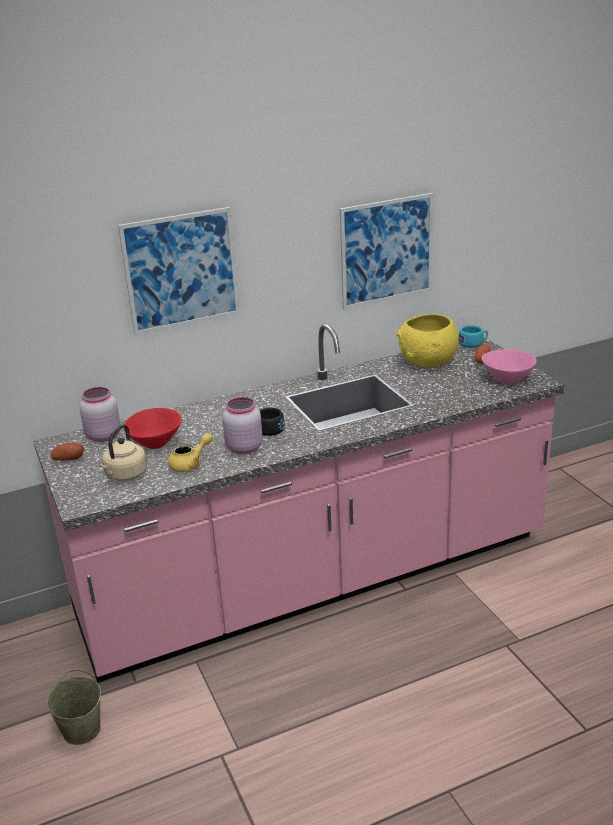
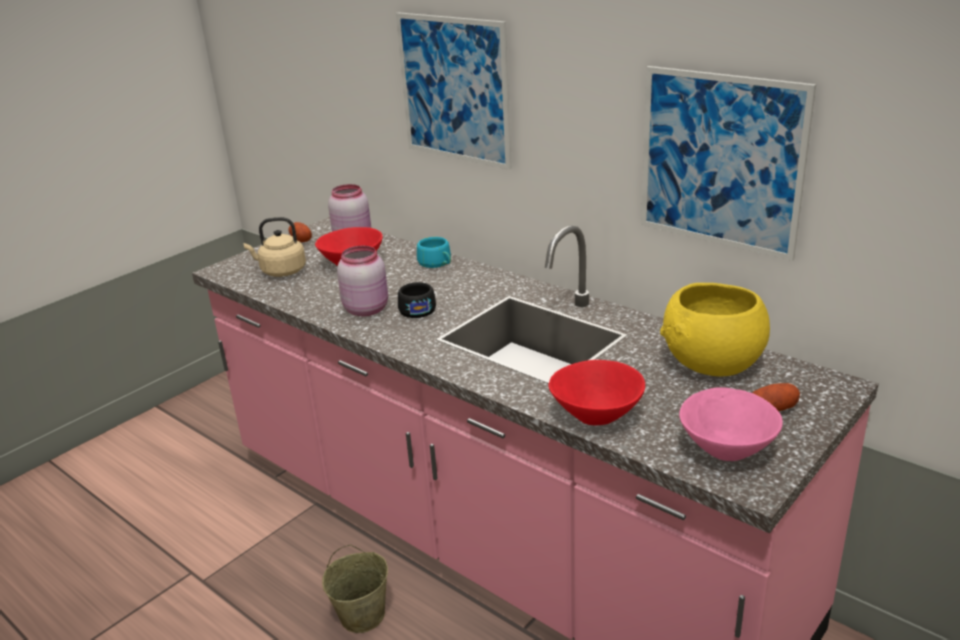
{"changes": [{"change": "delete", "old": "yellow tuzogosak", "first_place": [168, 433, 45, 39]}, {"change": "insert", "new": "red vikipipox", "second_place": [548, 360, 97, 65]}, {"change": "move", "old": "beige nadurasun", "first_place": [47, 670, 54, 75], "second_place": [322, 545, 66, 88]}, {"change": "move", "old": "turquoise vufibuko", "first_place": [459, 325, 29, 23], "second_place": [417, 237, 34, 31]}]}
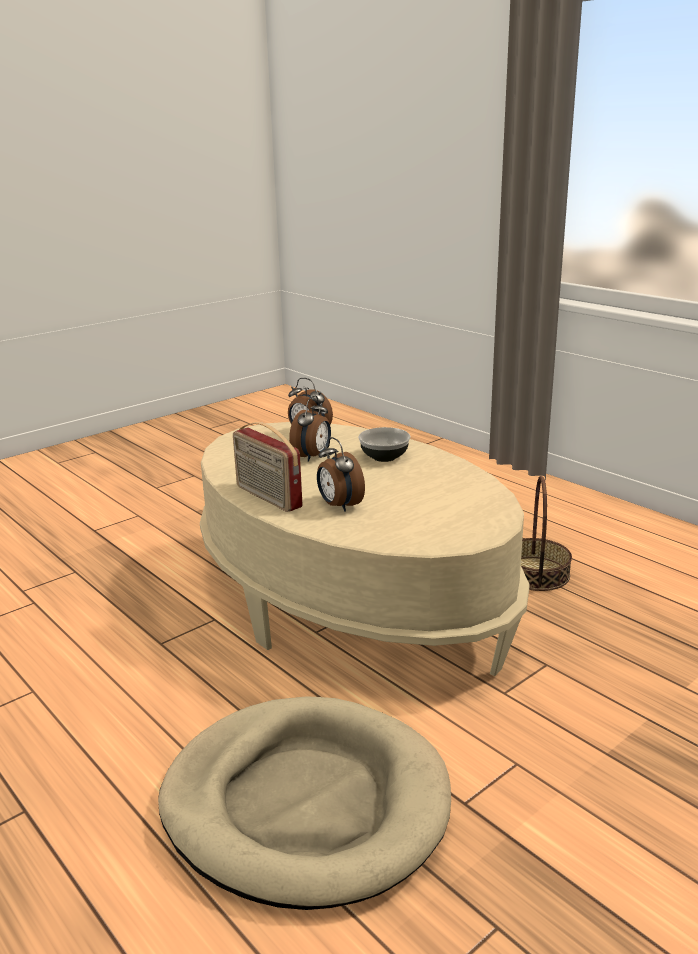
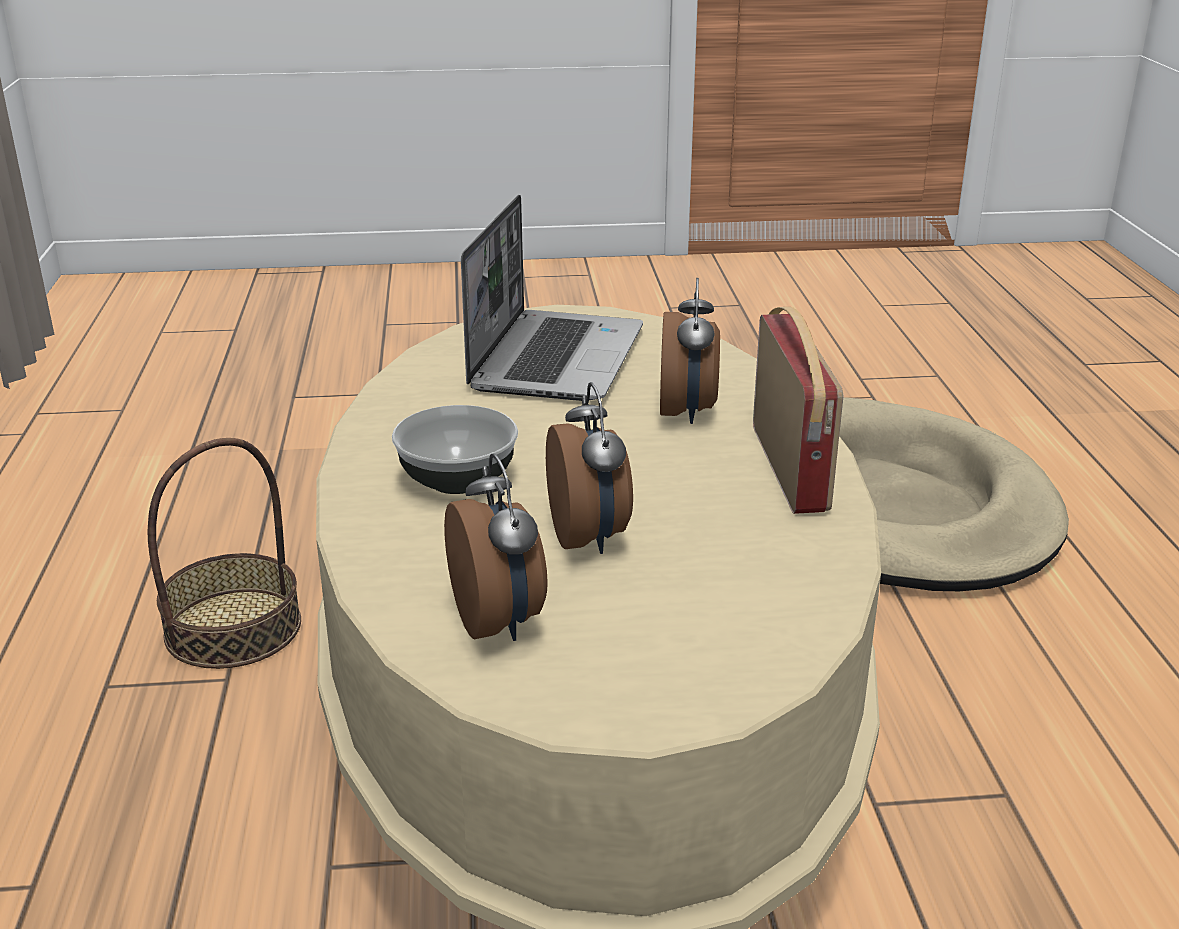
{"changes": [{"change": "insert", "new": "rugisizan", "second_place": [461, 195, 182, 206]}, {"change": "rotate", "old": "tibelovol", "first_place": [289, 395, 42, 67], "second_place": [546, 382, 87, 172], "degrees": 105}]}
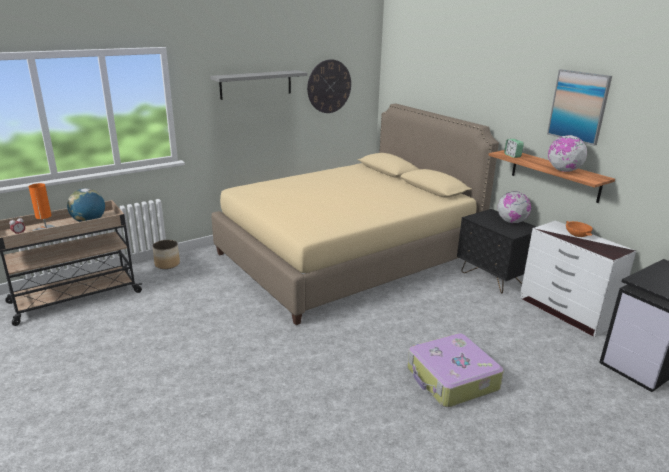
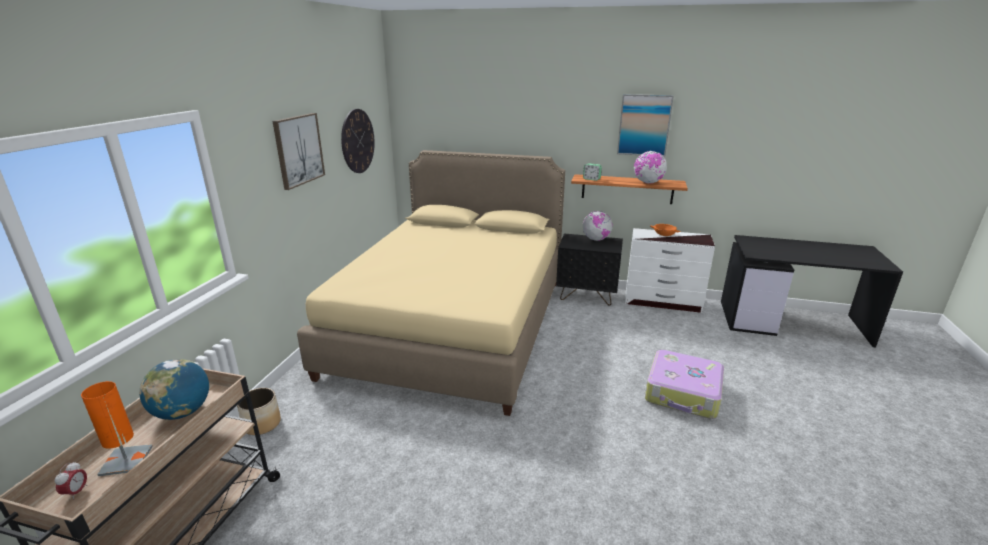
{"changes": [{"change": "replace", "old": "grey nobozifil", "new": "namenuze", "first_place": [210, 70, 97, 30], "second_place": [273, 113, 52, 77]}]}
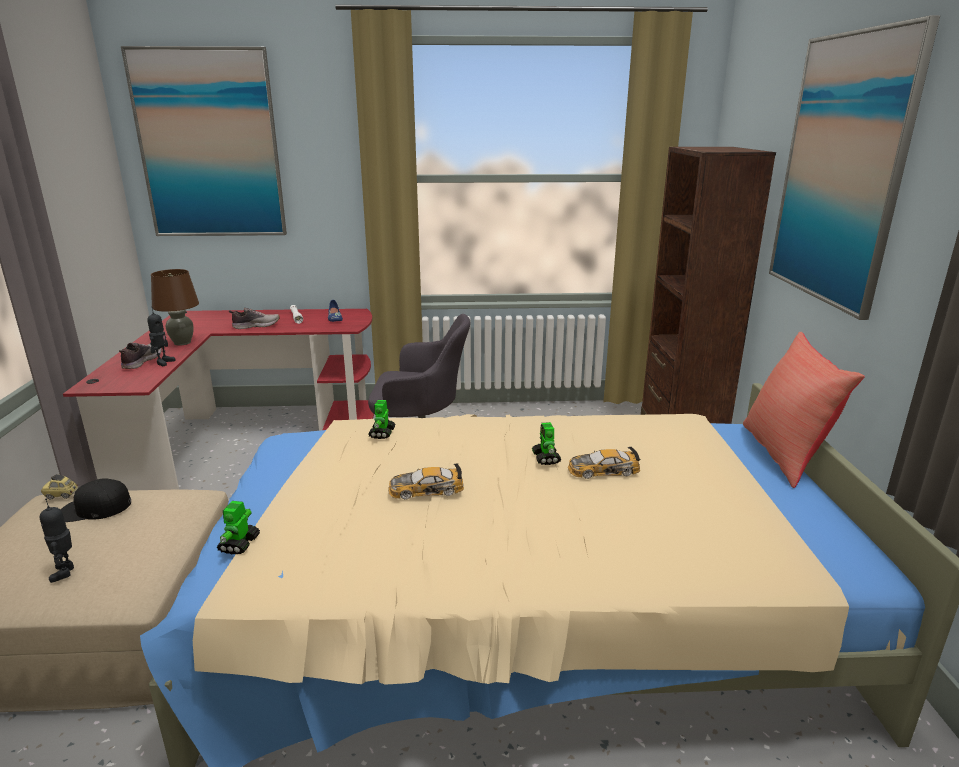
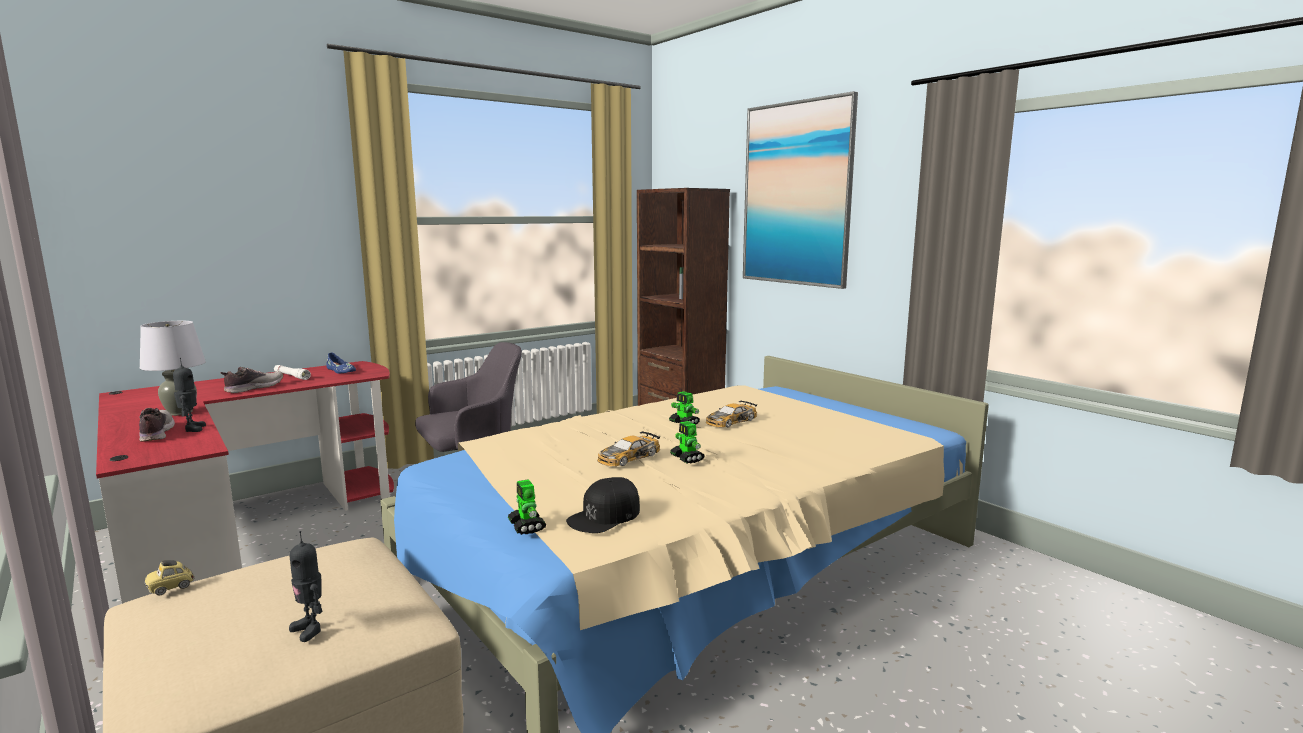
{"changes": [{"change": "delete", "old": "namenuze", "first_place": [121, 46, 166, 190]}, {"change": "delete", "old": "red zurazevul", "first_place": [743, 332, 122, 156]}, {"change": "move", "old": "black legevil", "first_place": [60, 479, 71, 43], "second_place": [566, 477, 74, 56]}, {"change": "move", "old": "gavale", "first_place": [368, 400, 27, 39], "second_place": [670, 421, 35, 42]}, {"change": "recolor", "old": "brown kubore", "new": "grey kubore", "first_place": [151, 269, 48, 77], "second_place": [140, 321, 66, 95]}]}
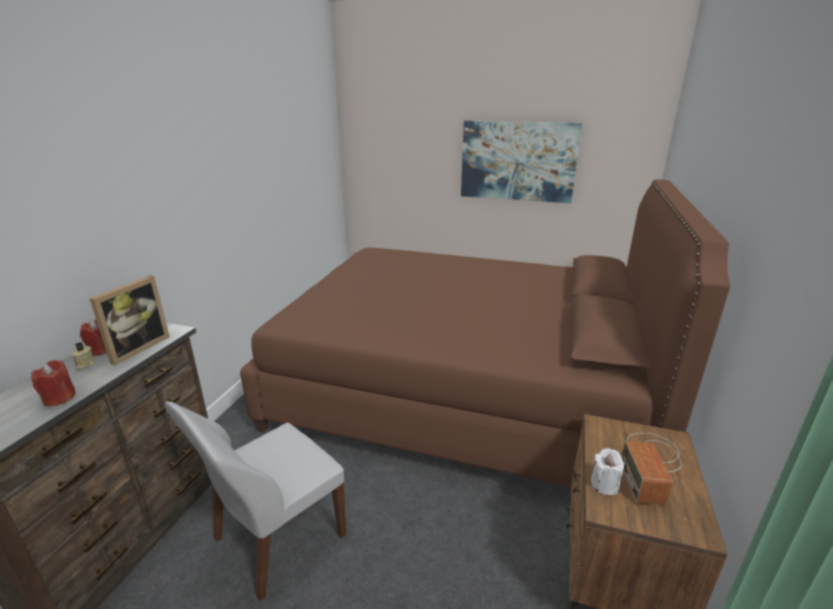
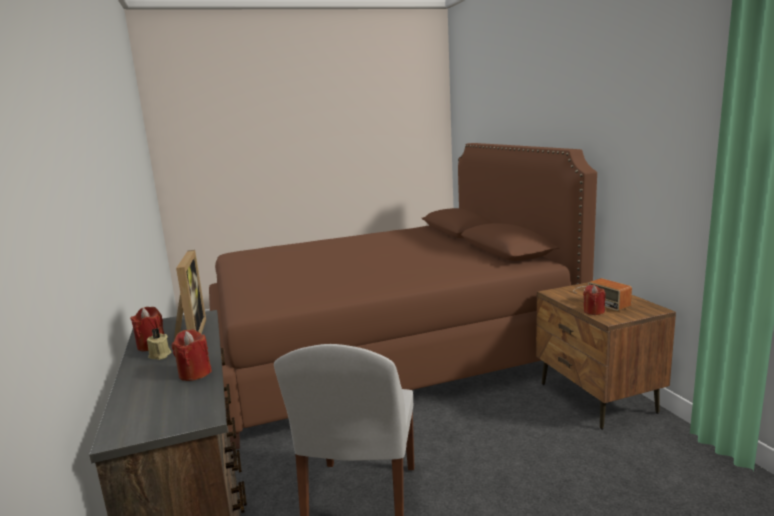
{"changes": [{"change": "delete", "old": "namenuze", "first_place": [461, 121, 121, 82]}, {"change": "recolor", "old": "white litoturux", "new": "red litoturux", "first_place": [591, 448, 33, 47], "second_place": [583, 285, 23, 30]}]}
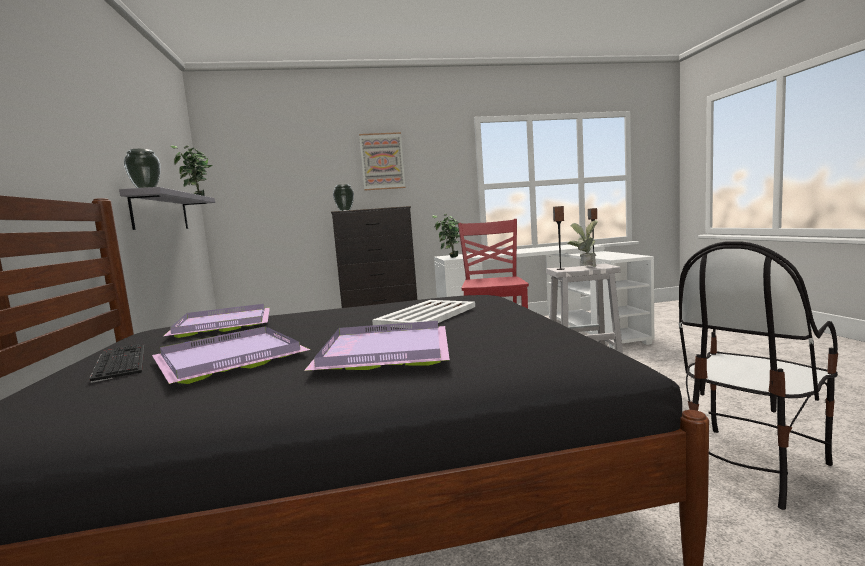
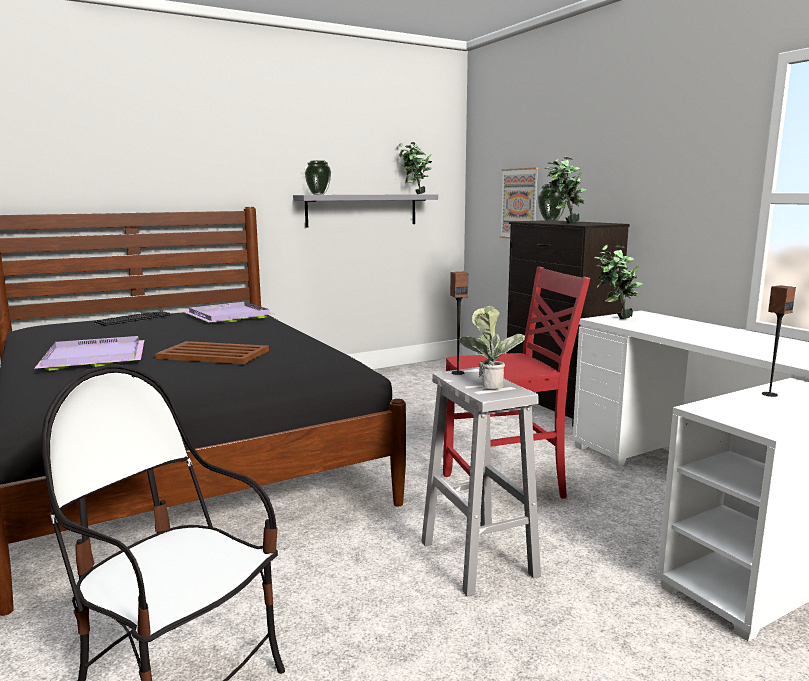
{"changes": [{"change": "delete", "old": "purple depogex", "first_place": [152, 326, 158, 58]}, {"change": "insert", "new": "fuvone", "second_place": [544, 157, 42, 67]}, {"change": "move", "old": "namenuze", "first_place": [359, 132, 46, 59], "second_place": [500, 167, 39, 72]}, {"change": "recolor", "old": "white depogex", "new": "brown depogex", "first_place": [372, 300, 103, 29], "second_place": [155, 341, 114, 23]}]}
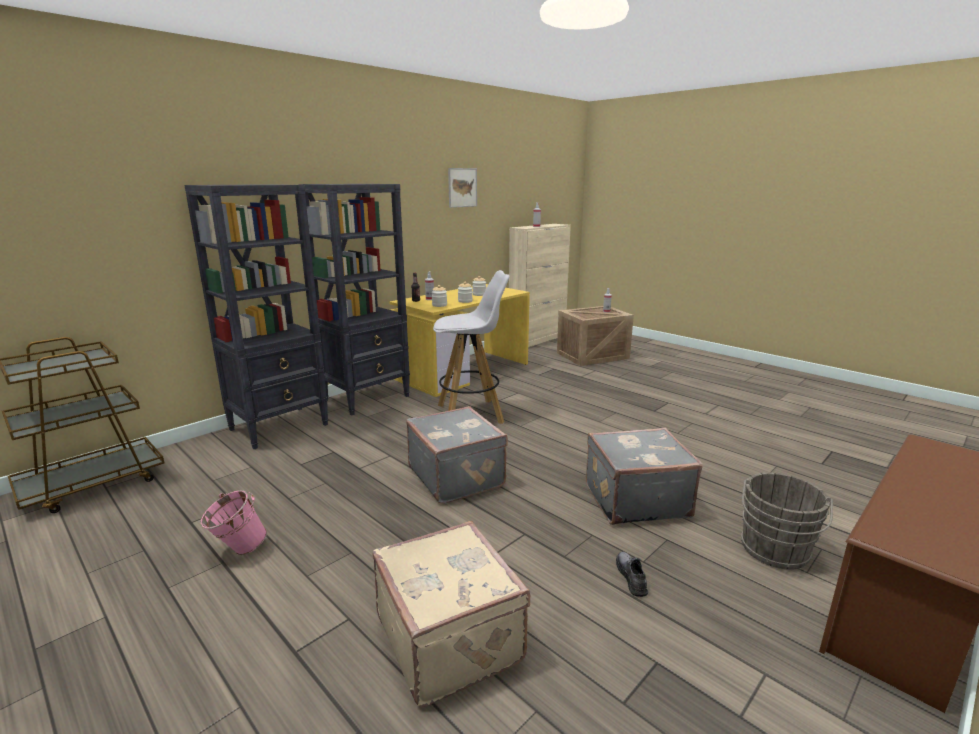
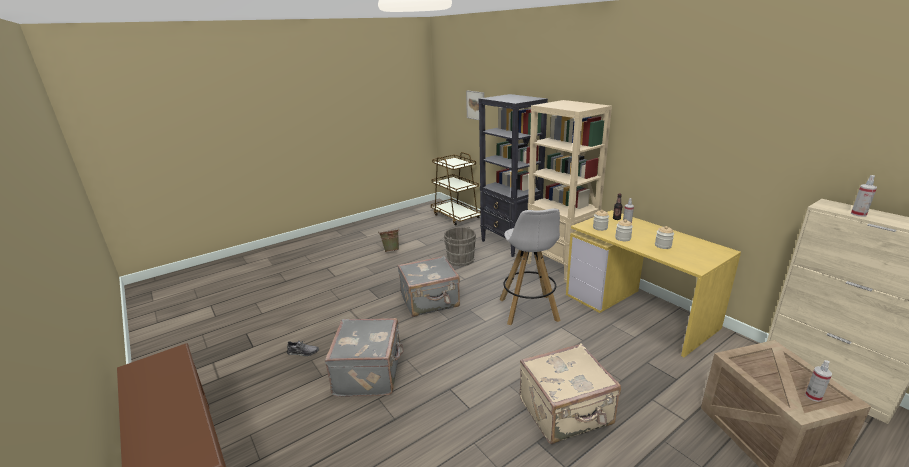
{"changes": [{"change": "move", "old": "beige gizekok", "first_place": [372, 521, 158, 186], "second_place": [520, 343, 101, 101]}, {"change": "move", "old": "namenuze", "first_place": [448, 168, 29, 40], "second_place": [466, 90, 18, 30]}, {"change": "move", "old": "grey nadurasun", "first_place": [741, 473, 92, 96], "second_place": [440, 226, 37, 40]}, {"change": "recolor", "old": "pink nadurasun", "new": "green nadurasun", "first_place": [200, 490, 67, 65], "second_place": [378, 229, 22, 23]}, {"change": "recolor", "old": "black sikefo", "new": "beige sikefo", "first_place": [298, 184, 112, 231], "second_place": [527, 100, 85, 183]}]}
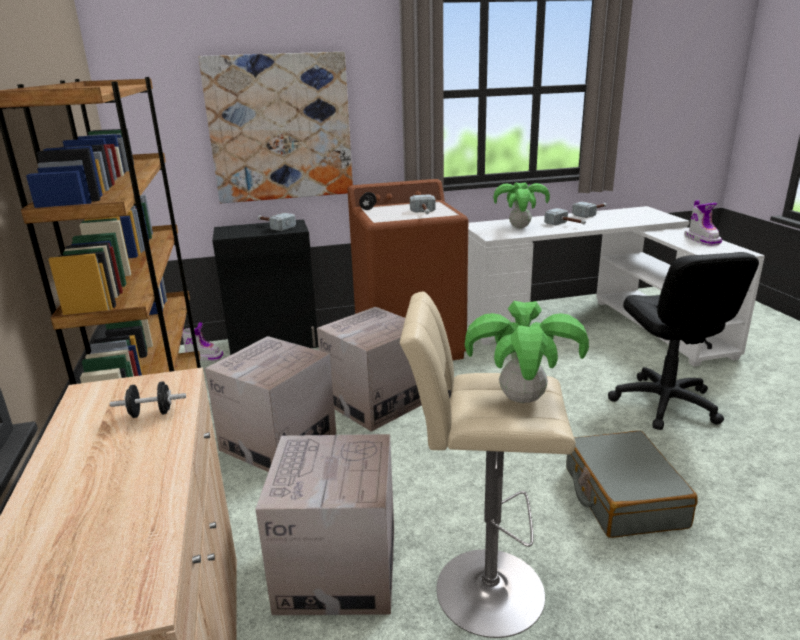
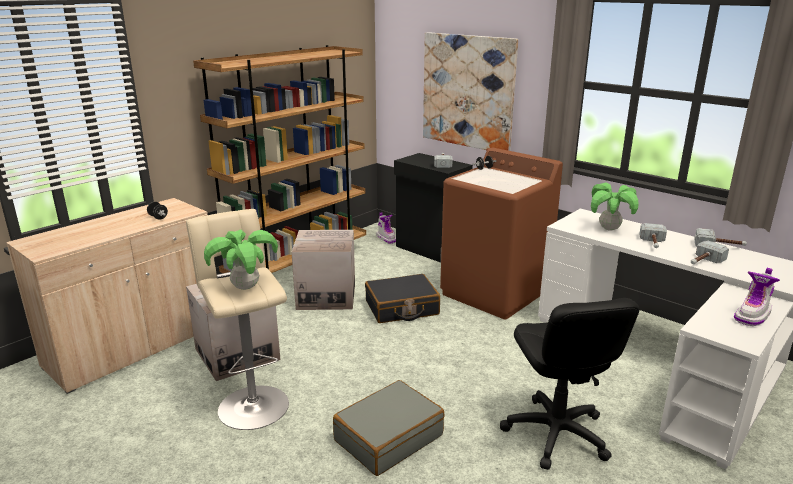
{"changes": [{"change": "move", "old": "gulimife", "first_place": [410, 194, 26, 20], "second_place": [691, 241, 38, 23]}, {"change": "replace", "old": "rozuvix", "new": "black gizekok", "first_place": [317, 307, 105, 125], "second_place": [365, 274, 75, 49]}, {"change": "rotate", "old": "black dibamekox", "first_place": [608, 252, 151, 178], "second_place": [500, 298, 140, 172], "degrees": -60}]}
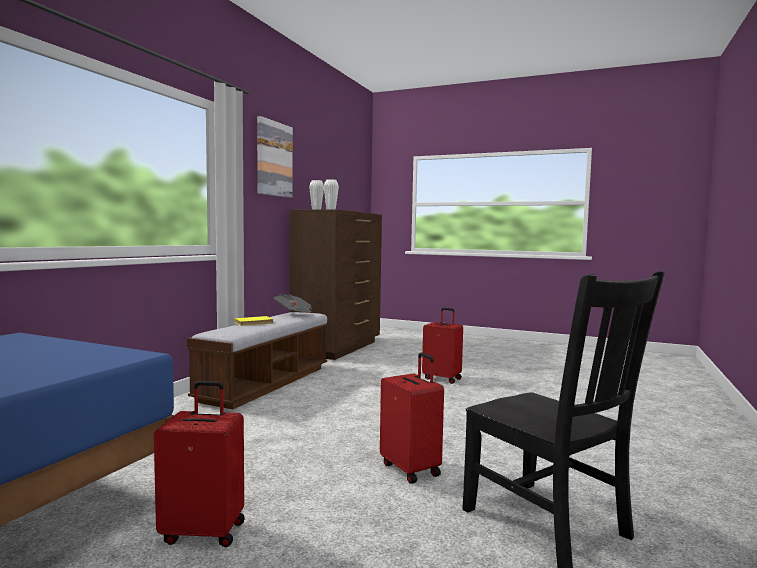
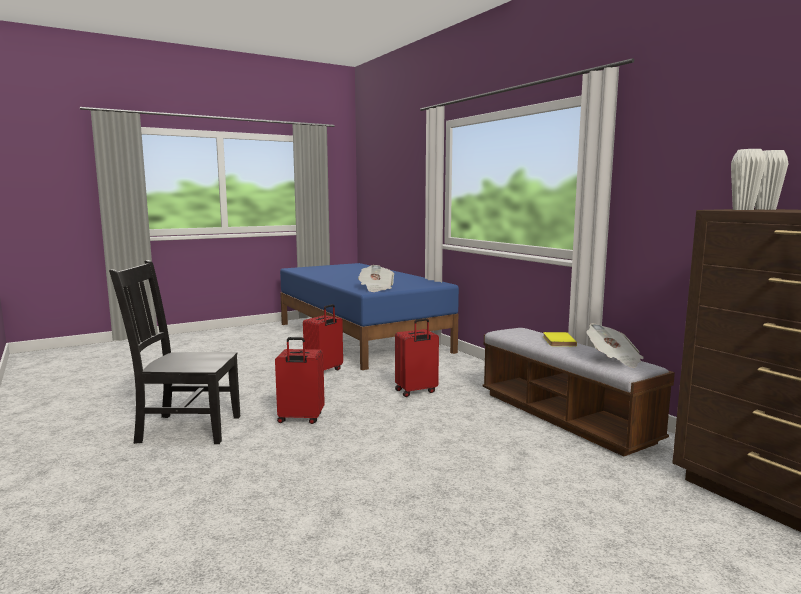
{"changes": [{"change": "delete", "old": "namenuze", "first_place": [257, 116, 36, 82]}, {"change": "insert", "new": "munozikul", "second_place": [358, 265, 36, 27]}, {"change": "move", "old": "red gizekok", "first_place": [422, 308, 41, 76], "second_place": [395, 318, 44, 79]}]}
